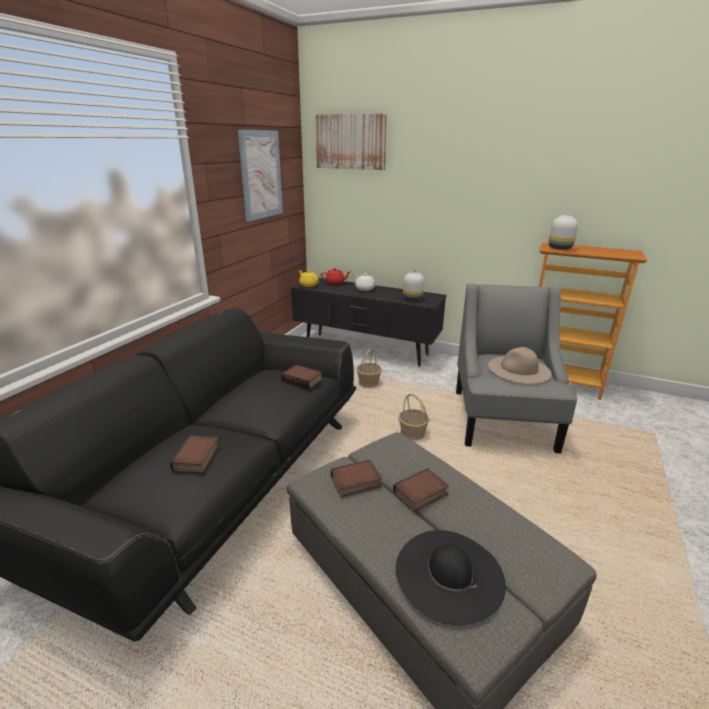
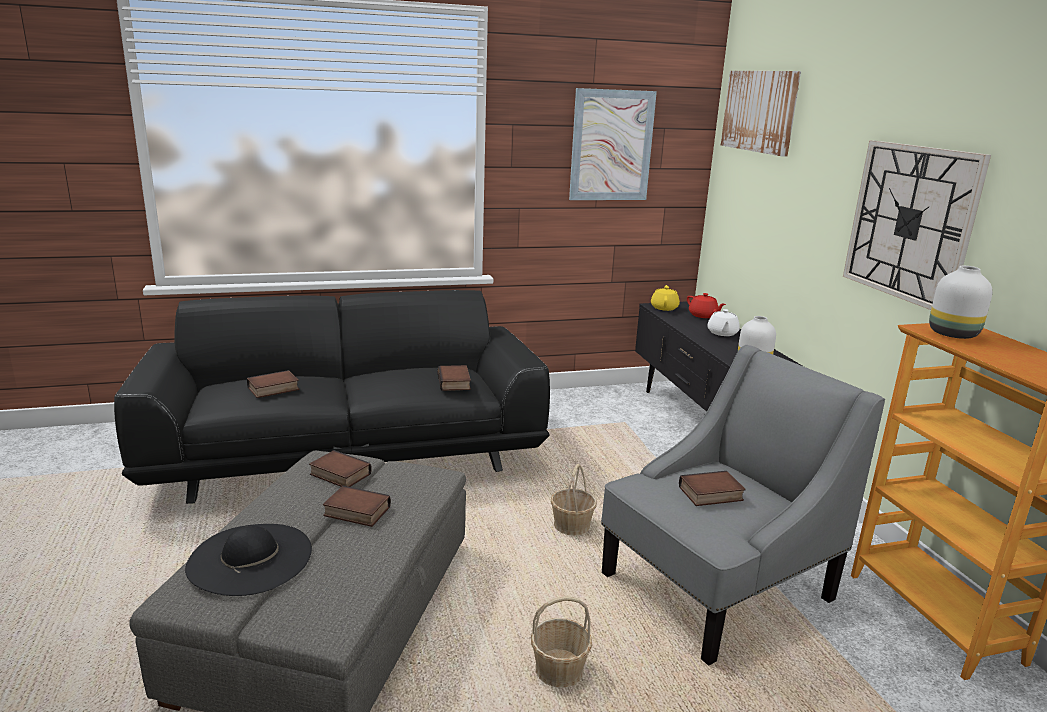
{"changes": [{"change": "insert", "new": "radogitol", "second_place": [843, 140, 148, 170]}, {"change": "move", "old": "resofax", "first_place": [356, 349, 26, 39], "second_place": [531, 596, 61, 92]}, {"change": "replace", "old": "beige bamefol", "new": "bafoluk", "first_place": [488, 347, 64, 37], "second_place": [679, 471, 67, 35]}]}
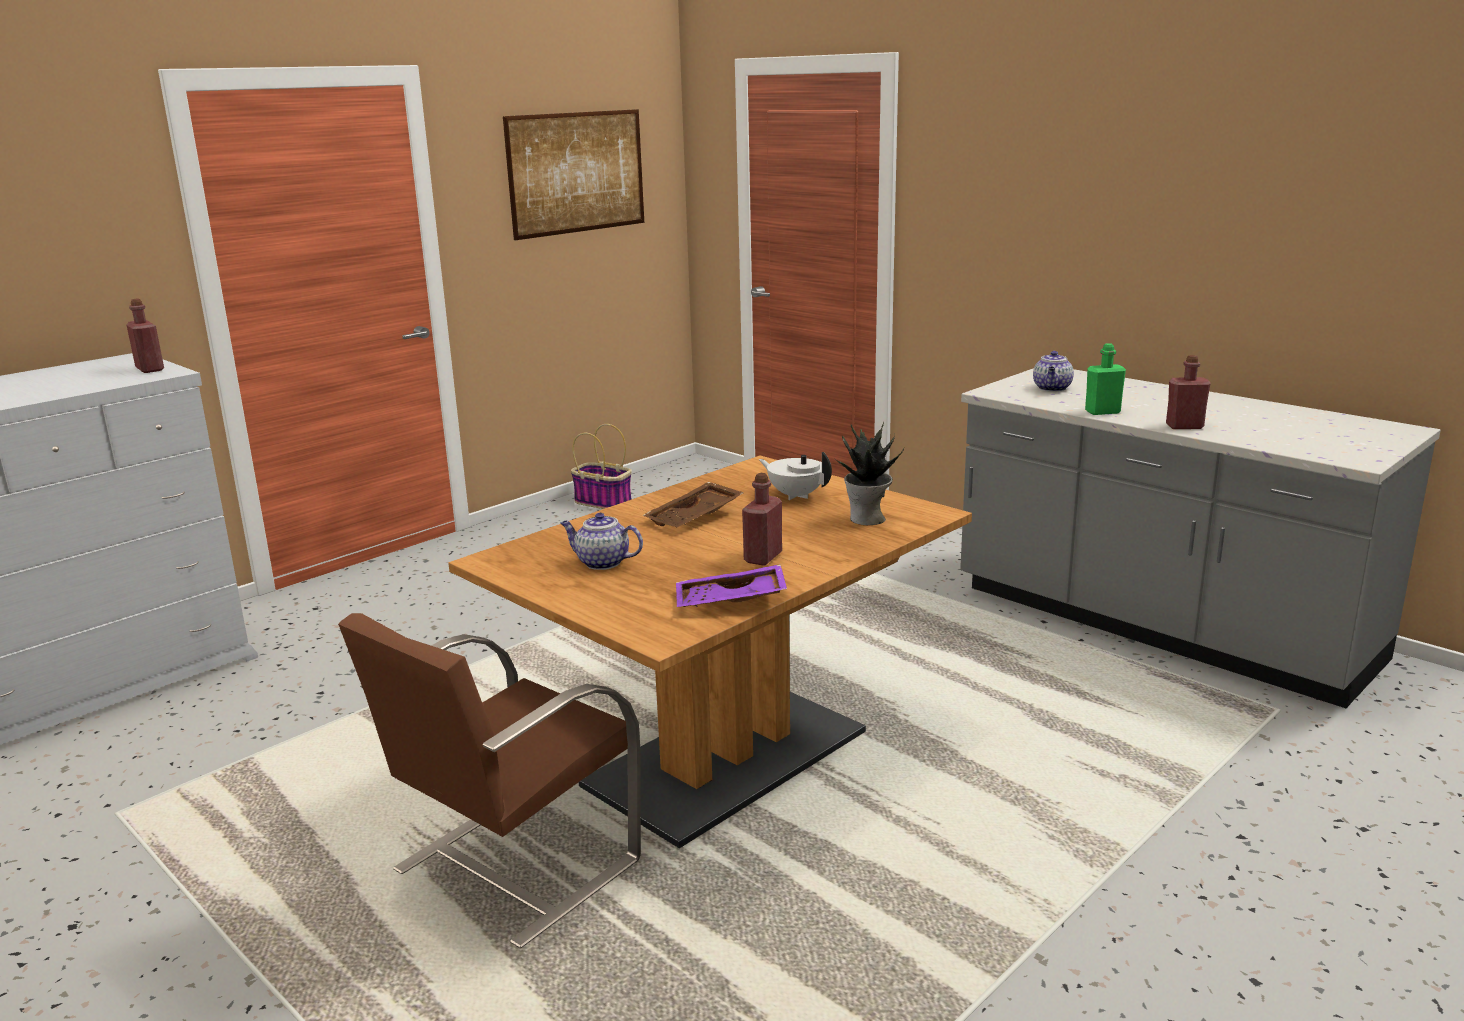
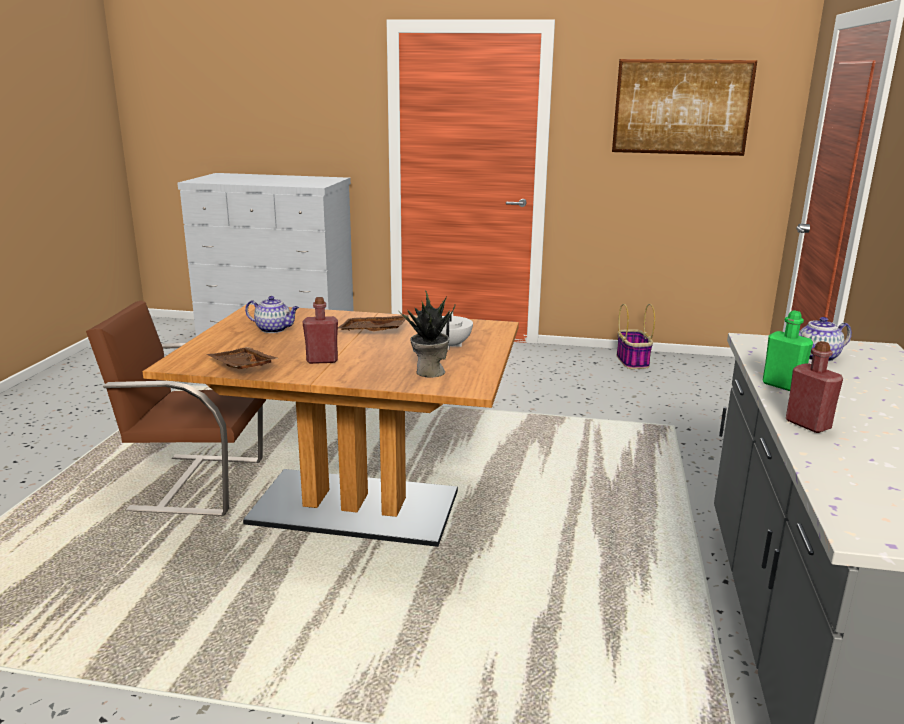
{"changes": [{"change": "delete", "old": "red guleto", "first_place": [126, 299, 38, 74]}, {"change": "recolor", "old": "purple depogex", "new": "brown depogex", "first_place": [676, 564, 111, 43], "second_place": [207, 347, 71, 22]}, {"change": "rotate", "old": "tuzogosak", "first_place": [560, 513, 83, 57], "second_place": [245, 296, 54, 37], "degrees": 120}]}
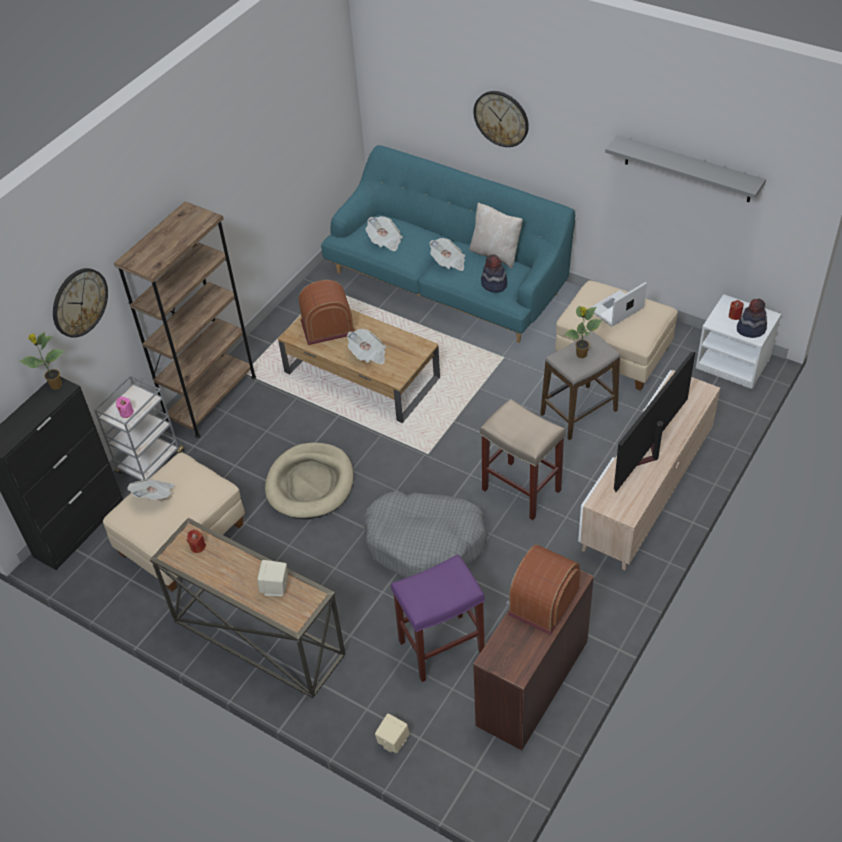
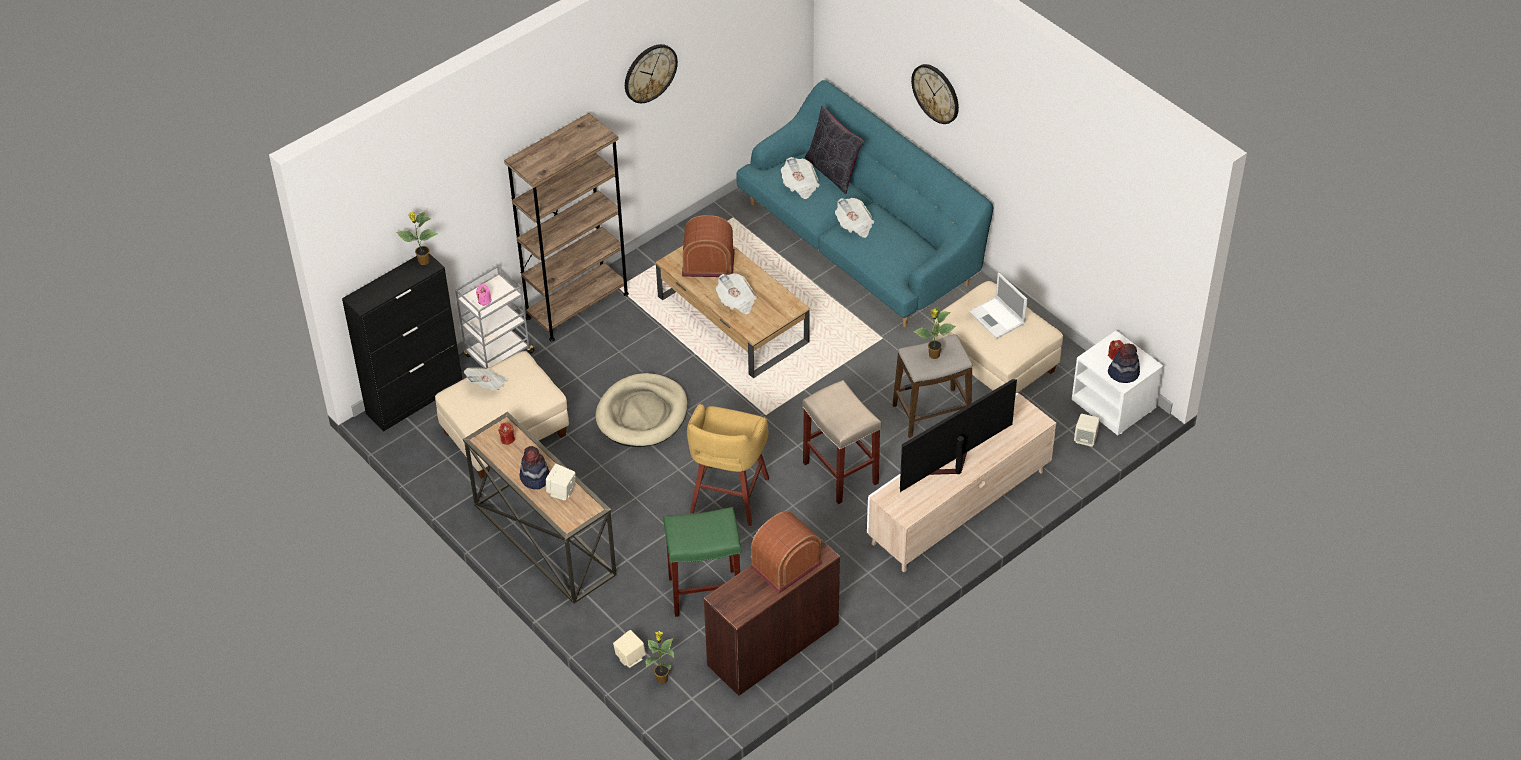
{"changes": [{"change": "delete", "old": "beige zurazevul", "first_place": [469, 202, 54, 66]}, {"change": "delete", "old": "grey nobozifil", "first_place": [605, 135, 161, 67]}, {"change": "insert", "new": "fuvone", "second_place": [646, 631, 28, 53]}, {"change": "insert", "new": "black zurazevul", "second_place": [805, 106, 59, 88]}, {"change": "insert", "new": "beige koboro", "second_place": [1074, 414, 26, 33]}, {"change": "move", "old": "radogitol", "first_place": [53, 268, 55, 70], "second_place": [625, 44, 53, 59]}, {"change": "move", "old": "bamefol", "first_place": [481, 254, 26, 39], "second_place": [520, 446, 30, 43]}, {"change": "replace", "old": "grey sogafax", "new": "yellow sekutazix", "first_place": [364, 490, 124, 88], "second_place": [687, 404, 82, 122]}, {"change": "recolor", "old": "purple sekutazix", "new": "green sekutazix", "first_place": [391, 554, 94, 128], "second_place": [663, 507, 78, 110]}, {"change": "rotate", "old": "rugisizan", "first_place": [590, 282, 57, 45], "second_place": [969, 273, 59, 66], "degrees": -105}]}
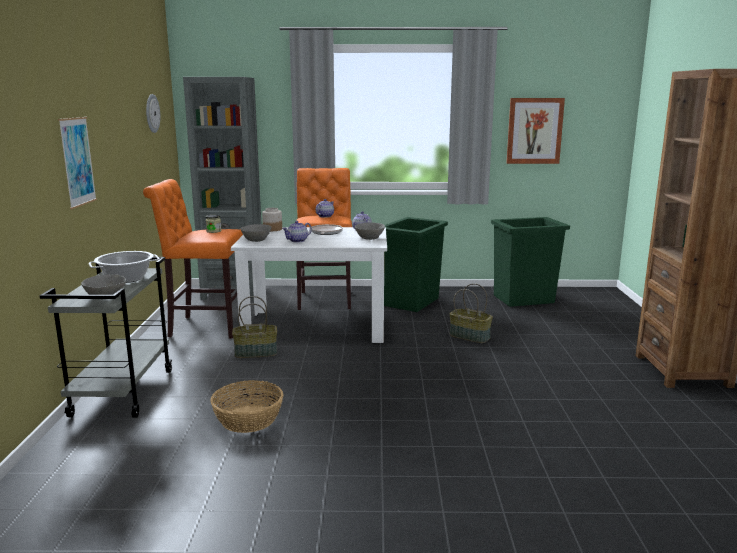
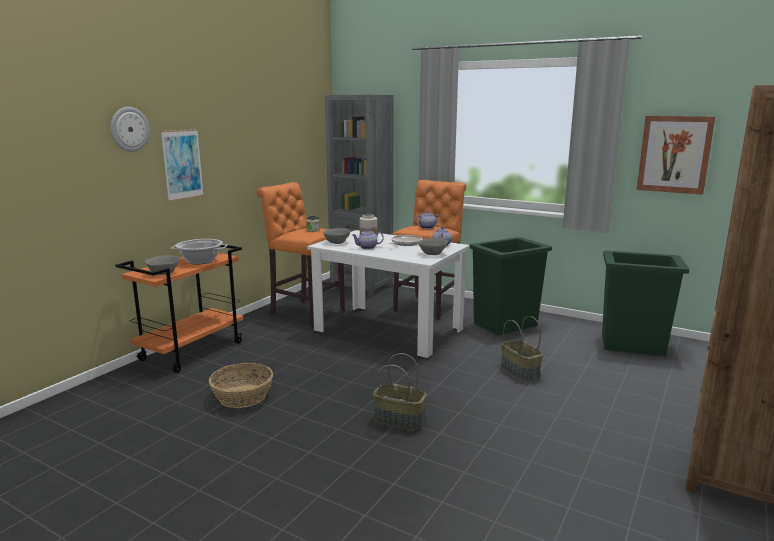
{"changes": [{"change": "move", "old": "radogitol", "first_place": [146, 94, 14, 39], "second_place": [110, 107, 40, 45]}, {"change": "move", "old": "resofax", "first_place": [232, 296, 45, 62], "second_place": [373, 353, 54, 77]}, {"change": "recolor", "old": "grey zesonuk", "new": "orange zesonuk", "first_place": [40, 257, 132, 161], "second_place": [115, 245, 128, 128]}]}
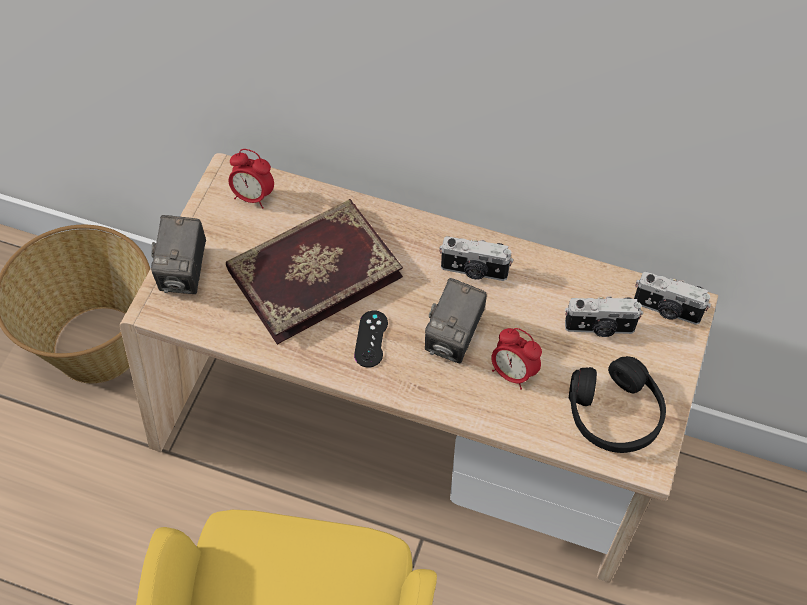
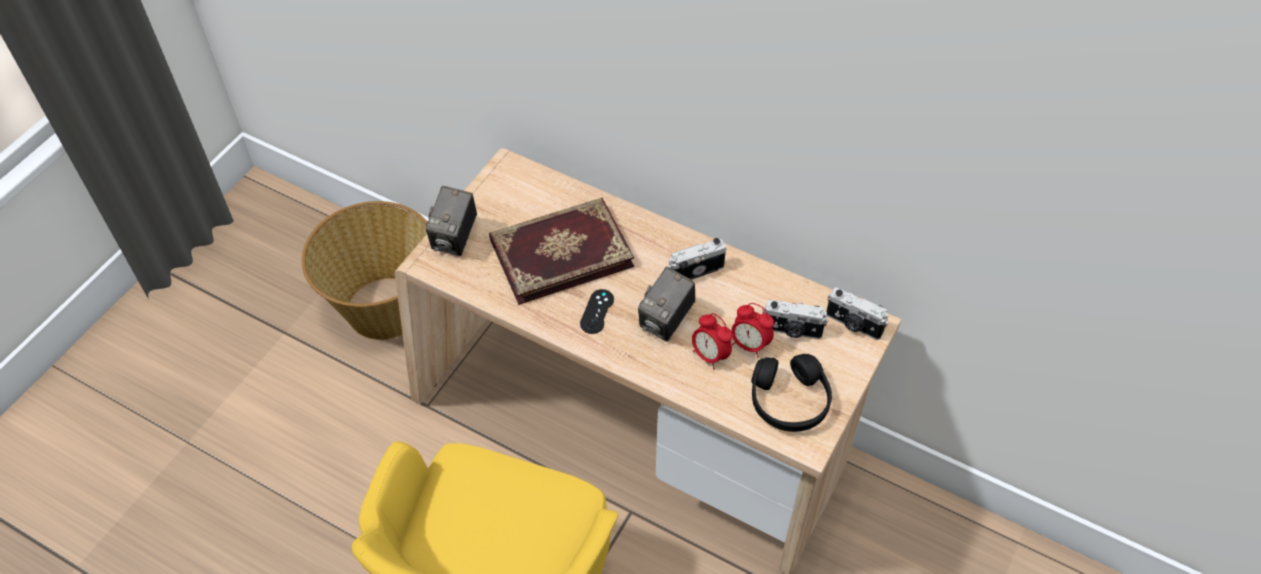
{"changes": [{"change": "move", "old": "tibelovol", "first_place": [228, 149, 46, 60], "second_place": [731, 303, 43, 55]}, {"change": "rotate", "old": "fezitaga", "first_place": [439, 236, 74, 45], "second_place": [668, 238, 58, 42], "degrees": 135}]}
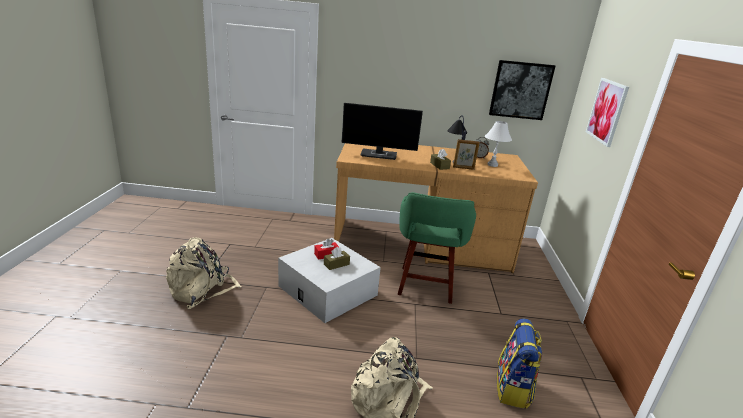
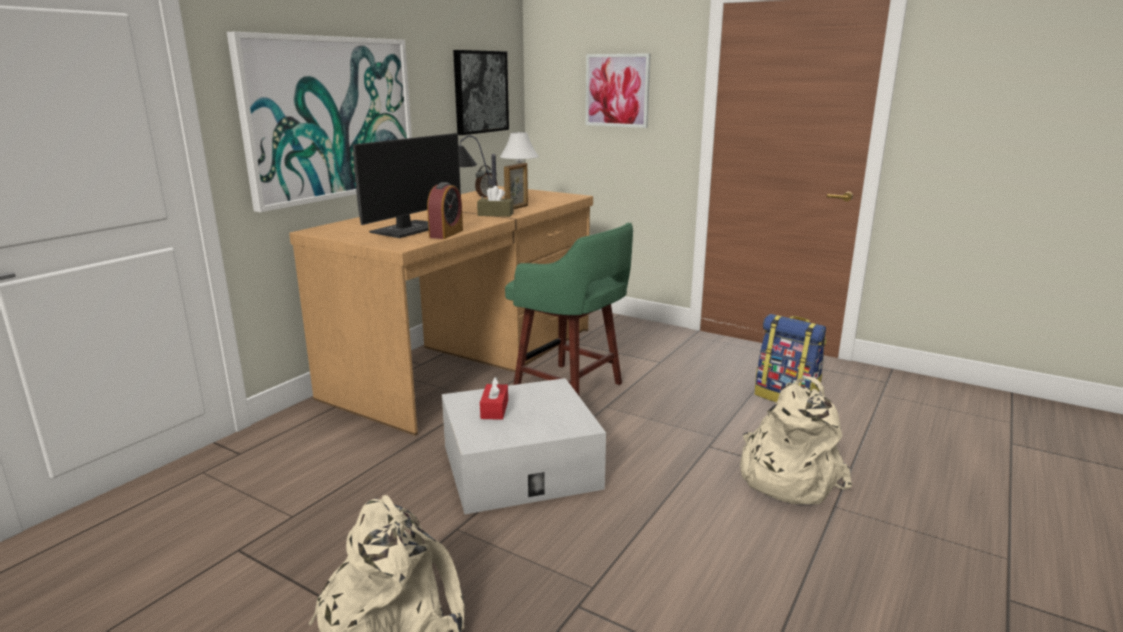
{"changes": [{"change": "delete", "old": "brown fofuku", "first_place": [324, 247, 26, 23]}, {"change": "insert", "new": "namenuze", "second_place": [227, 32, 185, 180]}, {"change": "insert", "new": "tibelovol", "second_place": [427, 182, 36, 57]}]}
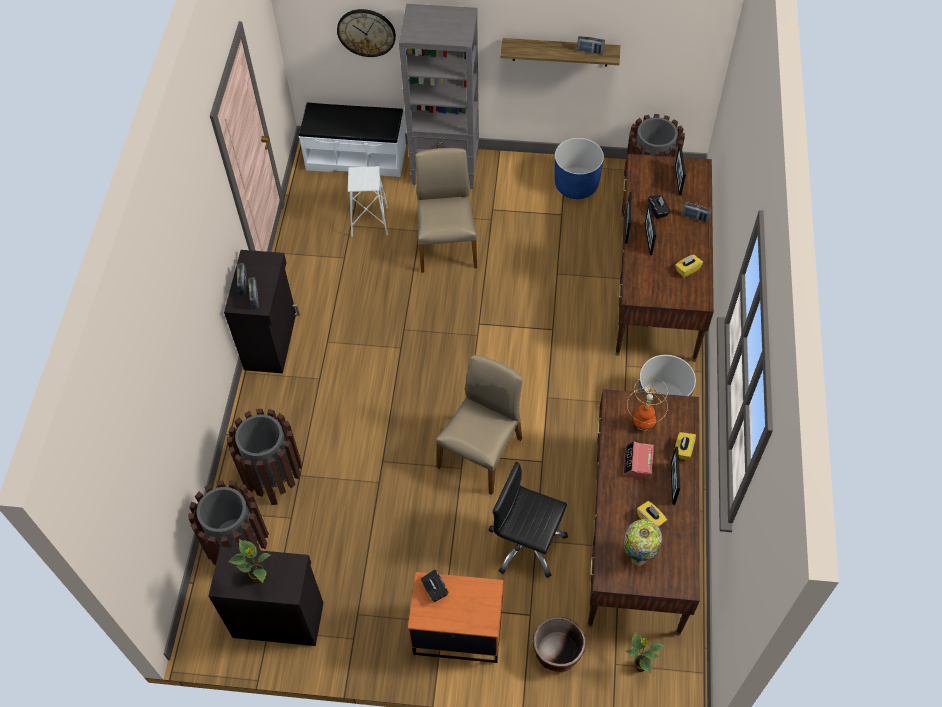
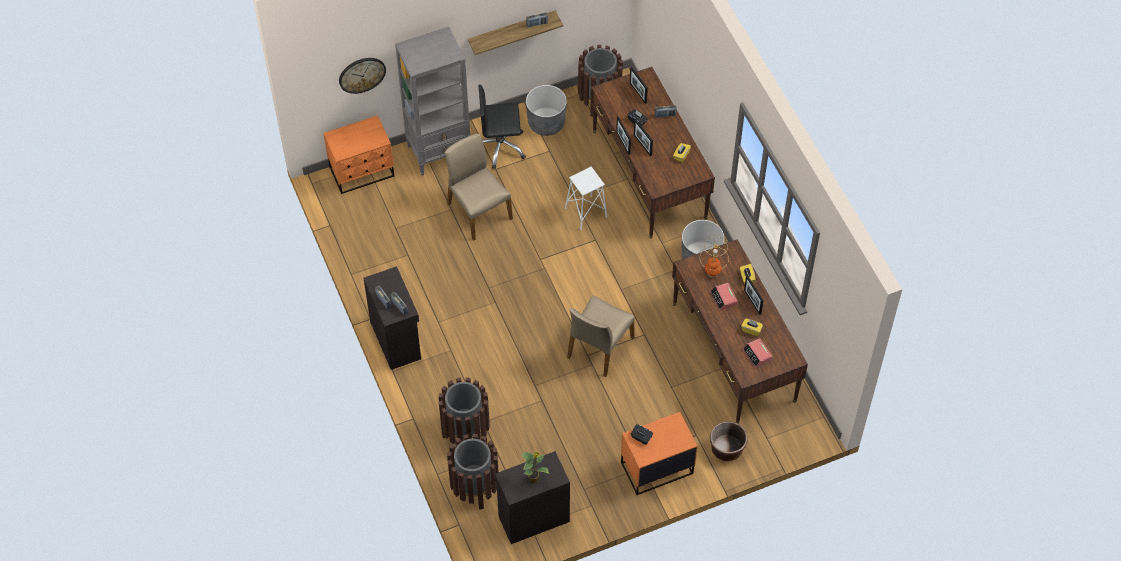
{"changes": [{"change": "delete", "old": "fuvone", "first_place": [625, 631, 40, 42]}, {"change": "move", "old": "white sekutazix", "first_place": [348, 166, 40, 71], "second_place": [565, 167, 42, 63]}, {"change": "move", "old": "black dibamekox", "first_place": [488, 461, 80, 117], "second_place": [478, 85, 48, 84]}, {"change": "replace", "old": "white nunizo", "new": "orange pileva", "first_place": [299, 103, 107, 74], "second_place": [323, 115, 71, 79]}, {"change": "replace", "old": "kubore", "new": "tibelovol", "first_place": [624, 519, 38, 47], "second_place": [742, 338, 30, 30]}, {"change": "recolor", "old": "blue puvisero", "new": "grey puvisero", "first_place": [555, 138, 49, 61], "second_place": [526, 85, 41, 51]}, {"change": "rotate", "old": "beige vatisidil", "first_place": [436, 355, 87, 140], "second_place": [567, 295, 68, 82], "degrees": -150}]}
